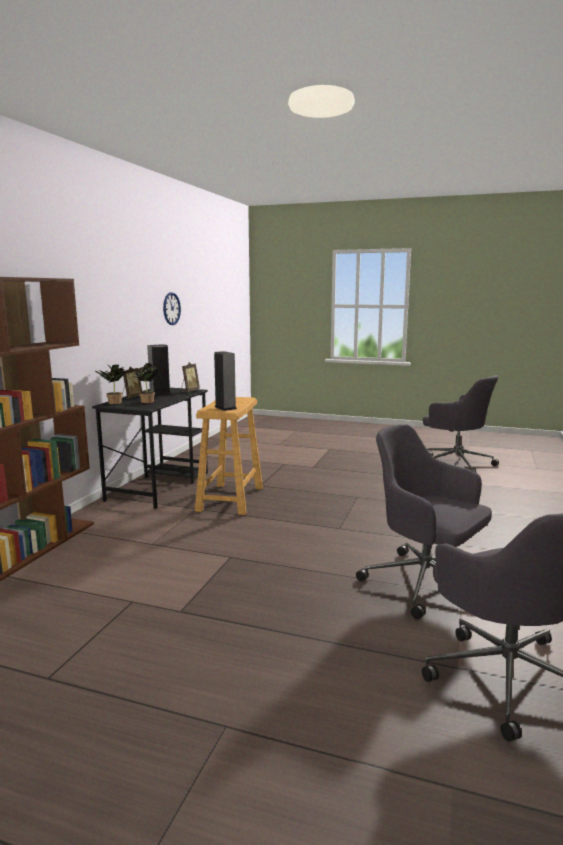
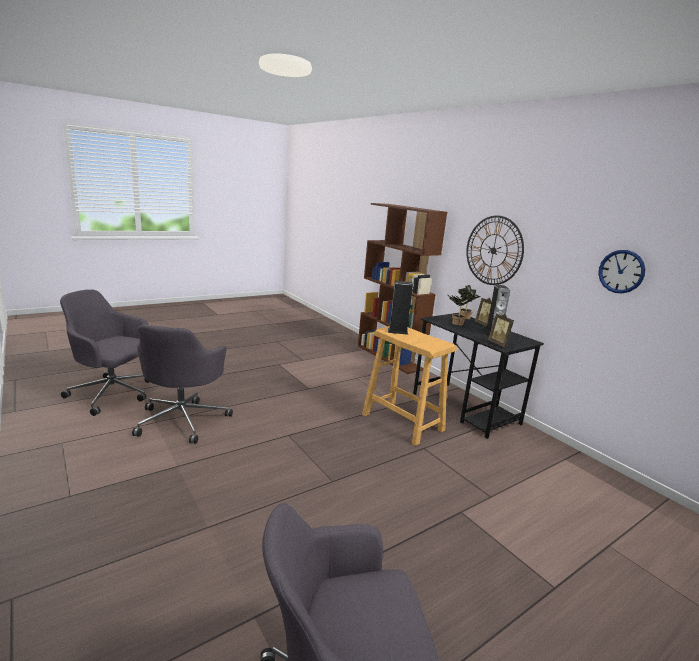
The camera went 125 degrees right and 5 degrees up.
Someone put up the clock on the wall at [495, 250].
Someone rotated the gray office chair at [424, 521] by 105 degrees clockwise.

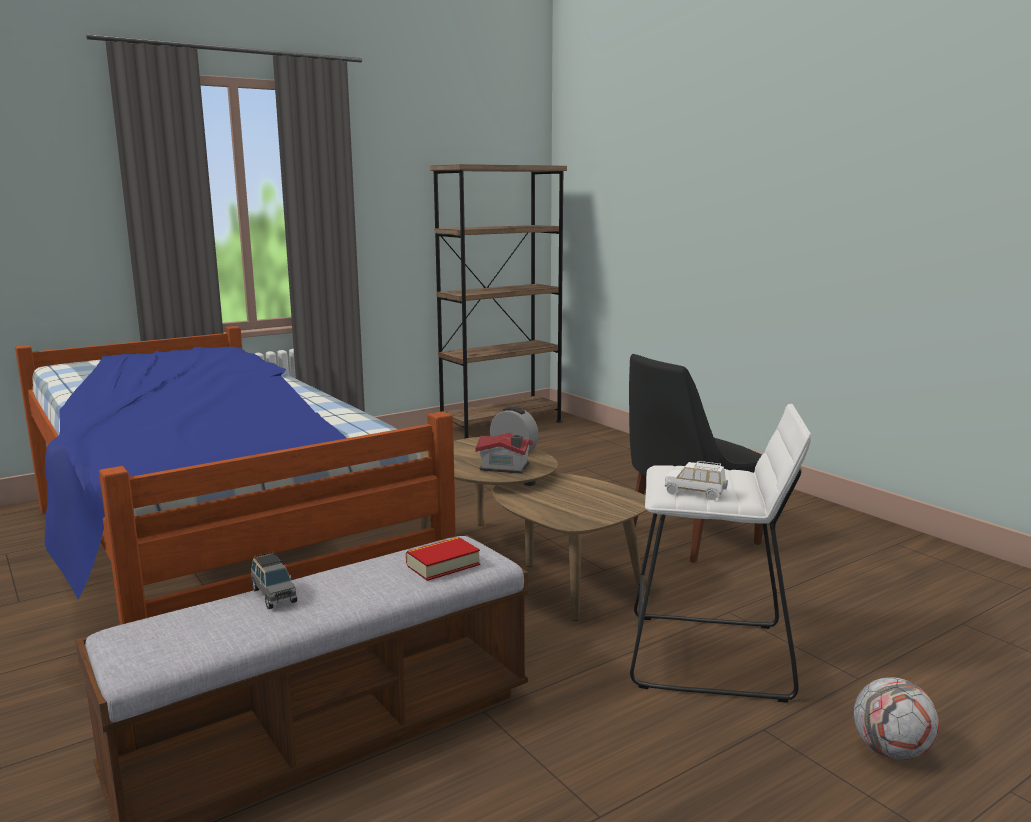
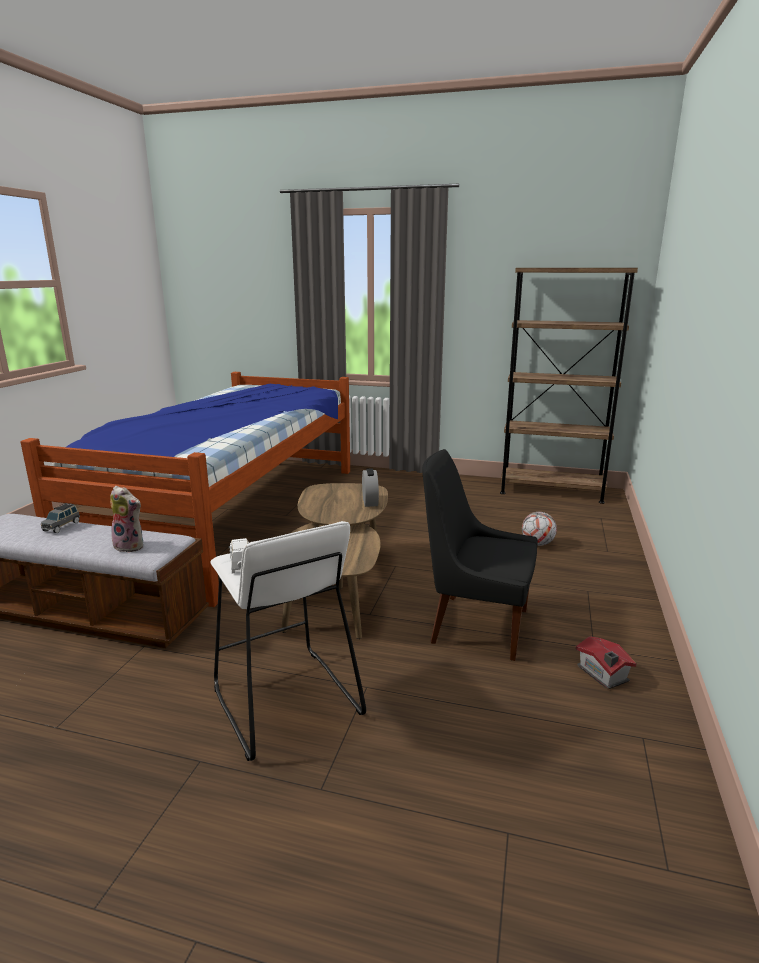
The camera went 50 degrees right and 5 degrees up.
Someone carried the miniature house from [504, 453] to [606, 663].
Someone carried the ball for football from [896, 718] to [539, 529].
Someone swapped the book at [443, 559] for the cuddly toy at [126, 519].

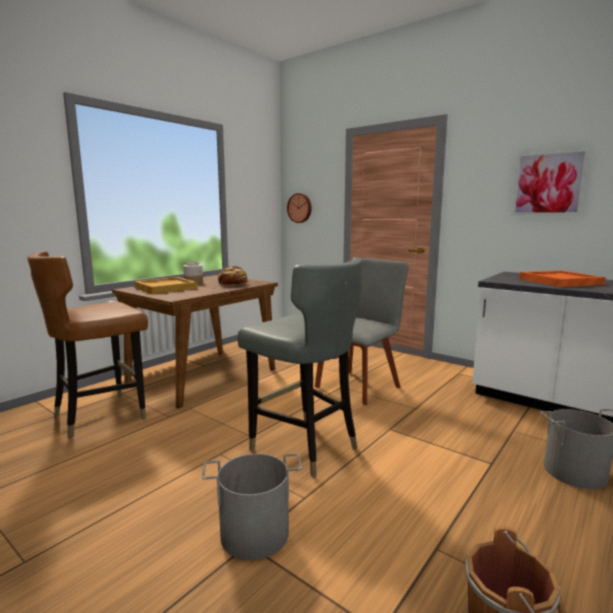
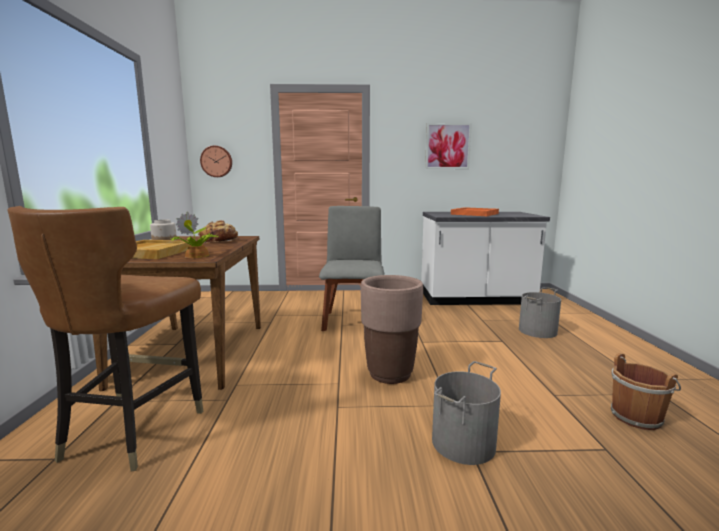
The camera went 40 degrees left and 0 degrees up.
Someone put down the plant in a pot at [194, 235].
Someone swapped the gray plain chair at [299, 367] for the brownish flower pot at [392, 329].

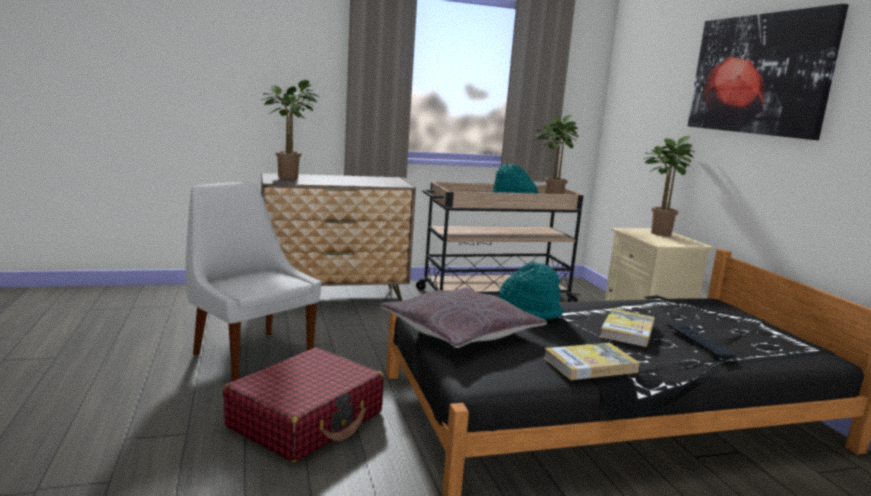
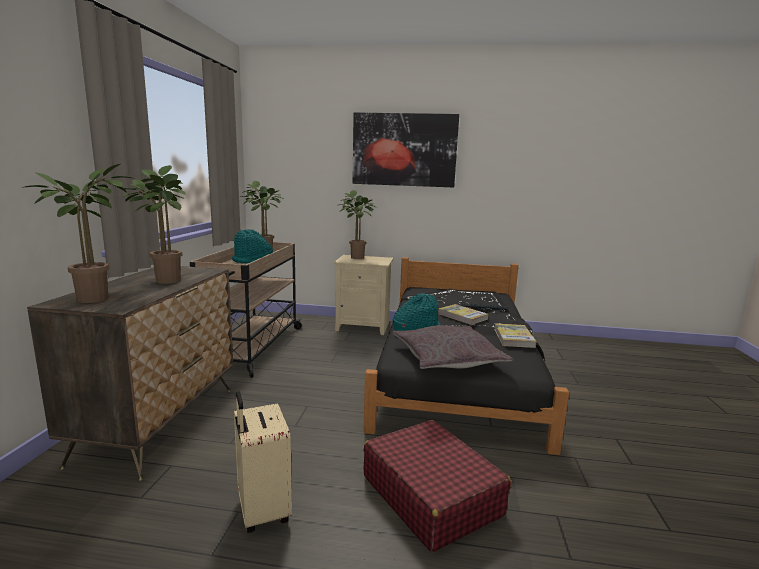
The camera went 65 degrees left and 0 degrees up.
Someone put down the plant in a pot at [154, 224].
Someone swapped the white plain chair at [253, 281] for the sand-coloured piece of luggage at [263, 462].

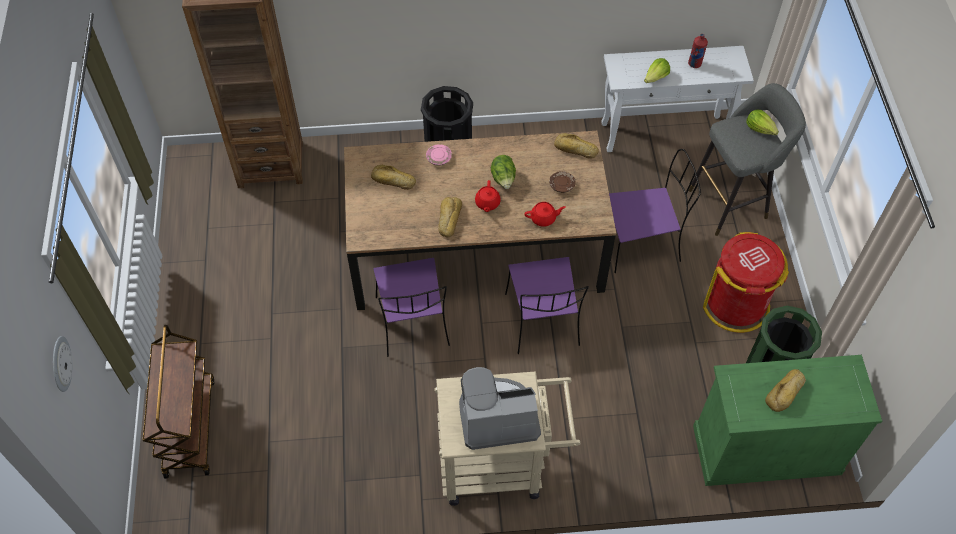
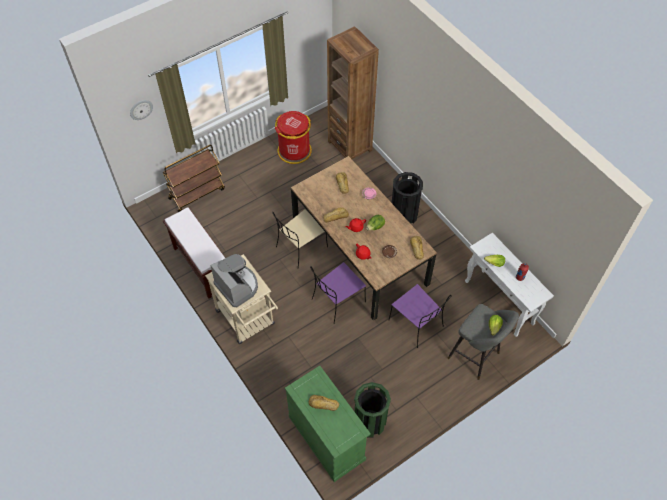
The camera went 60 degrees right and 0 degrees up.
Someone put down the brownish indoor bench at [194, 253].
Someone carried the red waste bin from [746, 282] to [293, 137].
Someone repainted the purplish plain chair at [411, 307], which became the sand-coloured plain chair at [300, 238].

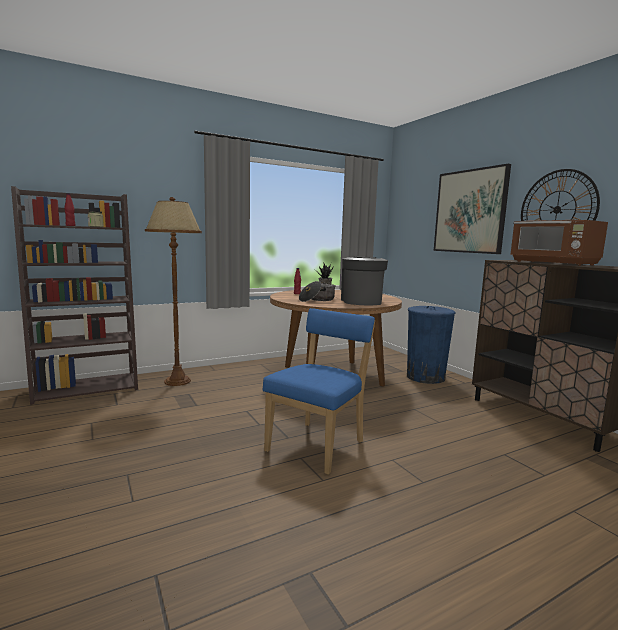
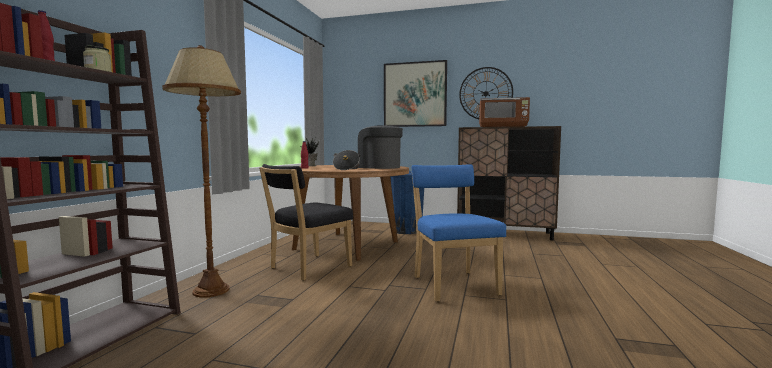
The camera went 45 degrees left and 5 degrees down.
Someone put down the black plain chair at [306, 222].

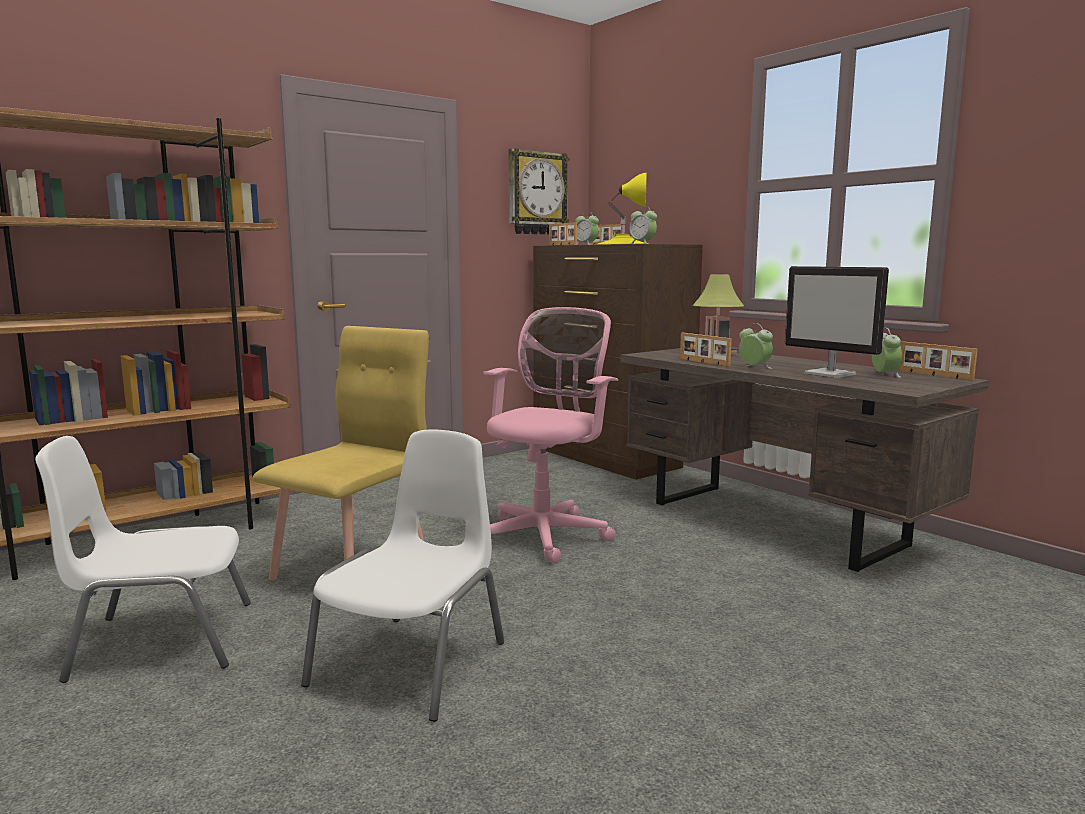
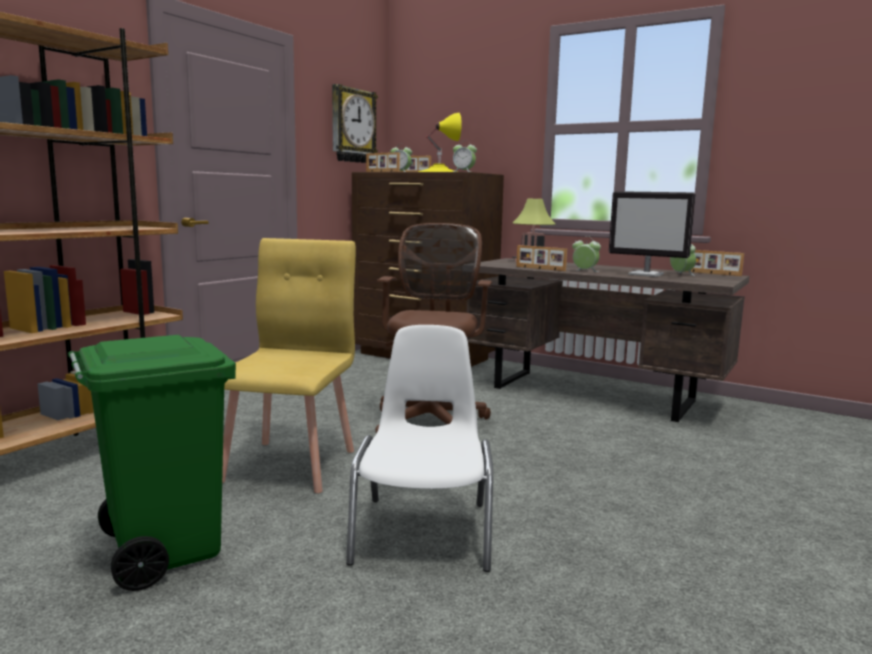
The camera went 20 degrees left and 0 degrees up.
Someone swapped the white plain chair at [143, 559] for the green-coloured waste bin at [152, 463].
Someone repainted the pink-coloured office chair at [551, 435], which became the brownish office chair at [434, 328].

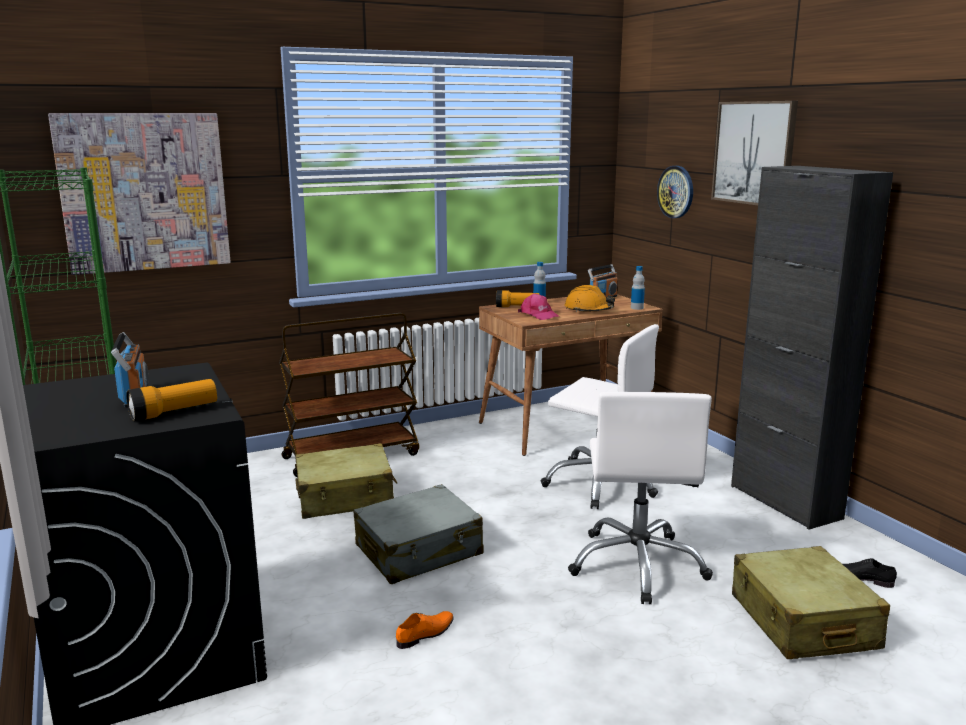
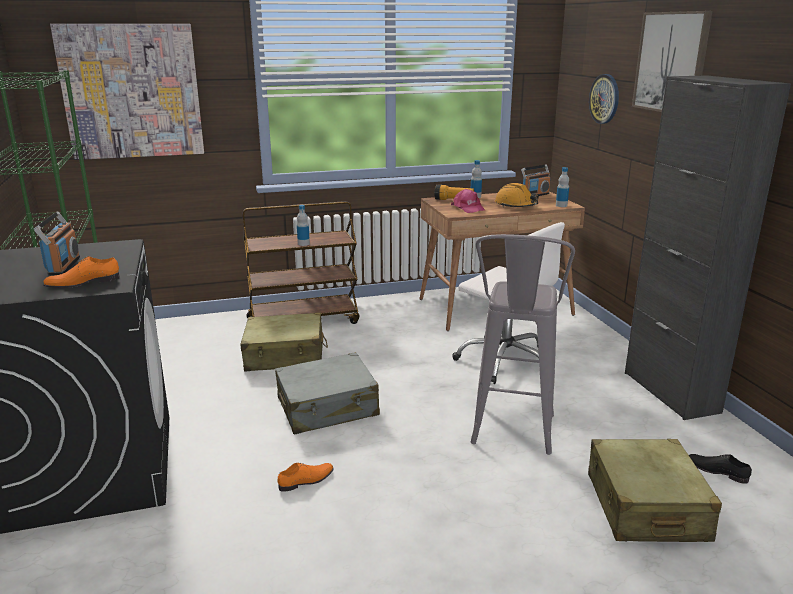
The camera went 10 degrees right and 5 degrees up.
Someone put down the bottle at [303, 225].
Someone swapped the hand torch at [171, 400] for the orange-coloured item of footwear at [81, 272].
Someone swapped the white office chair at [640, 498] for the gray stool seat at [523, 344].

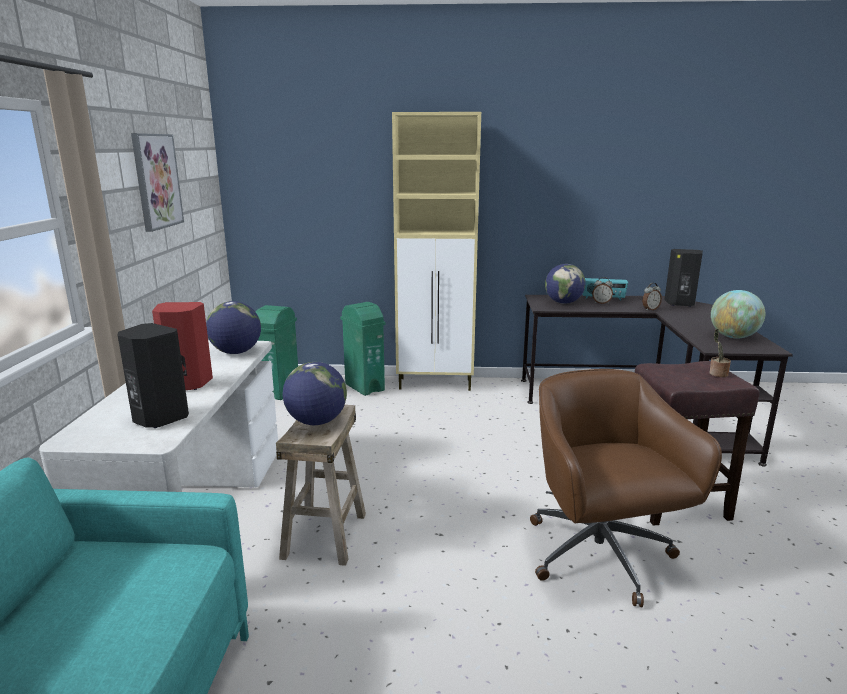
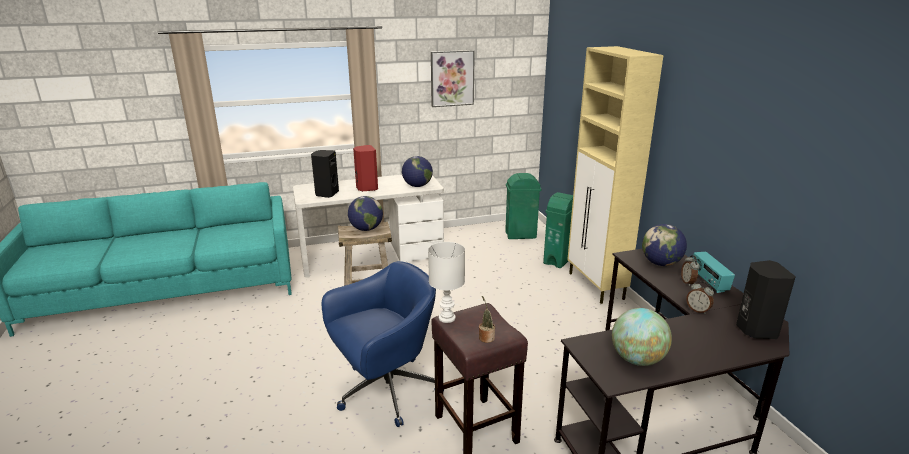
The camera went 70 degrees right and 5 degrees up.
Someone put down the white table lamp at [446, 282].
Someone repainted the brownish office chair at [626, 488], which became the blue office chair at [382, 344].

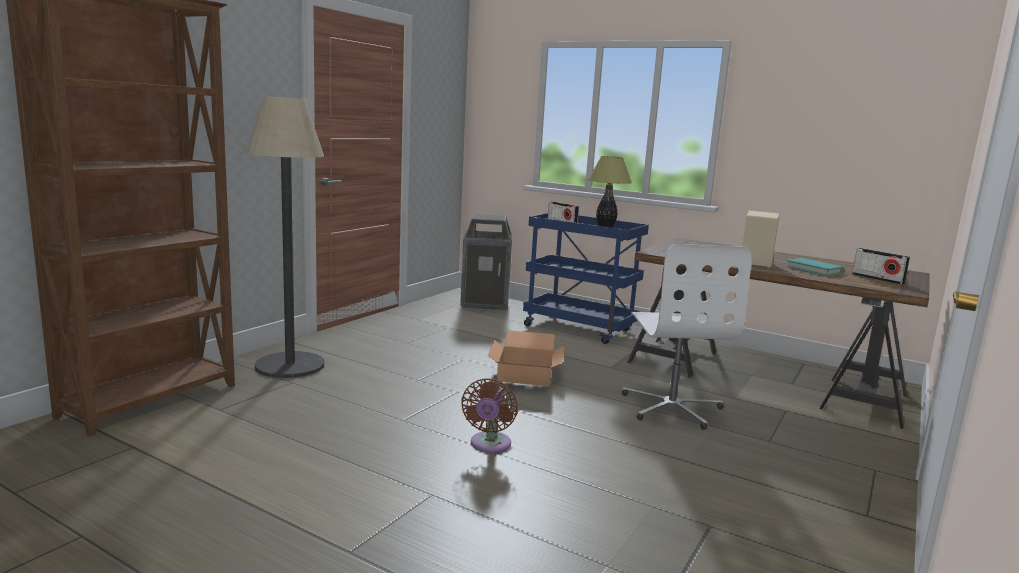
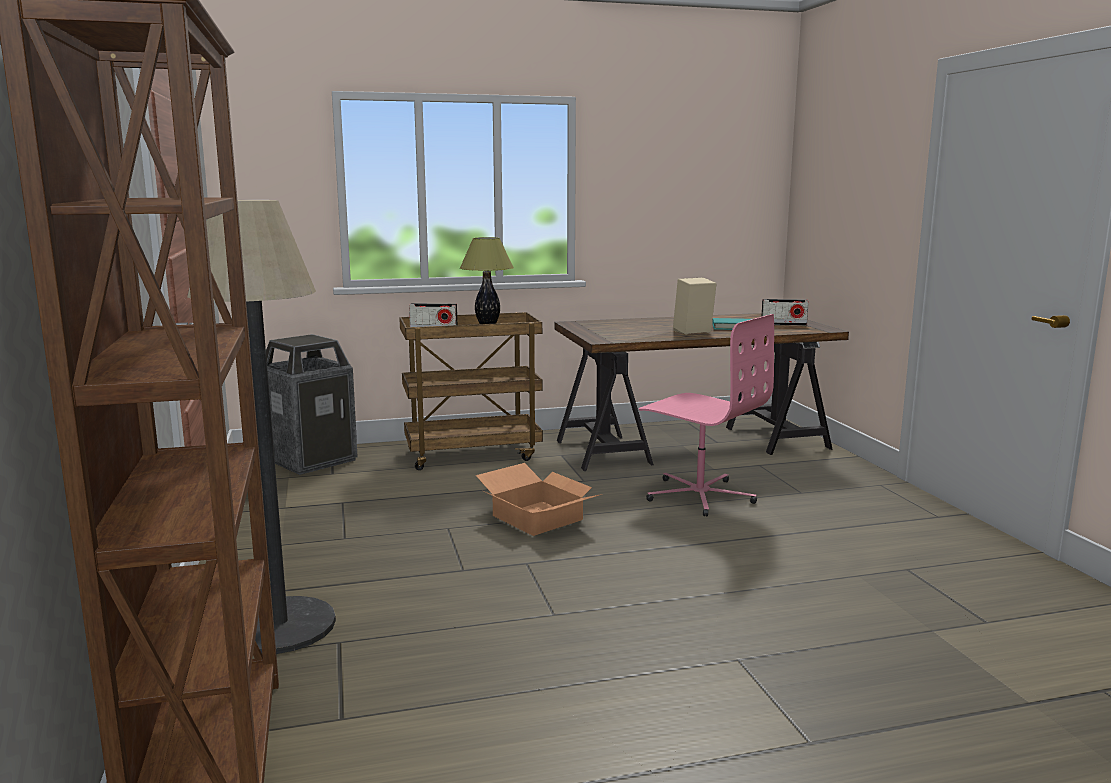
The camera went 45 degrees left and 0 degrees up.
Someone took away the brownish fan at [489, 415].
Someone repainted the blue trolley at [586, 278], which became the brownish trolley at [471, 391].
Someone repainted the white office chair at [687, 337], which became the pink-coloured office chair at [706, 415].

